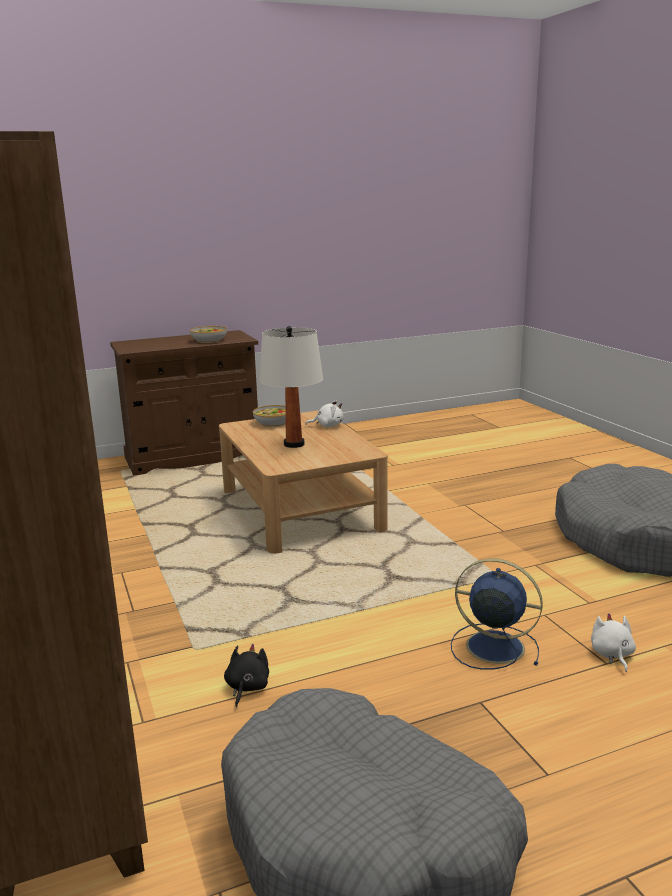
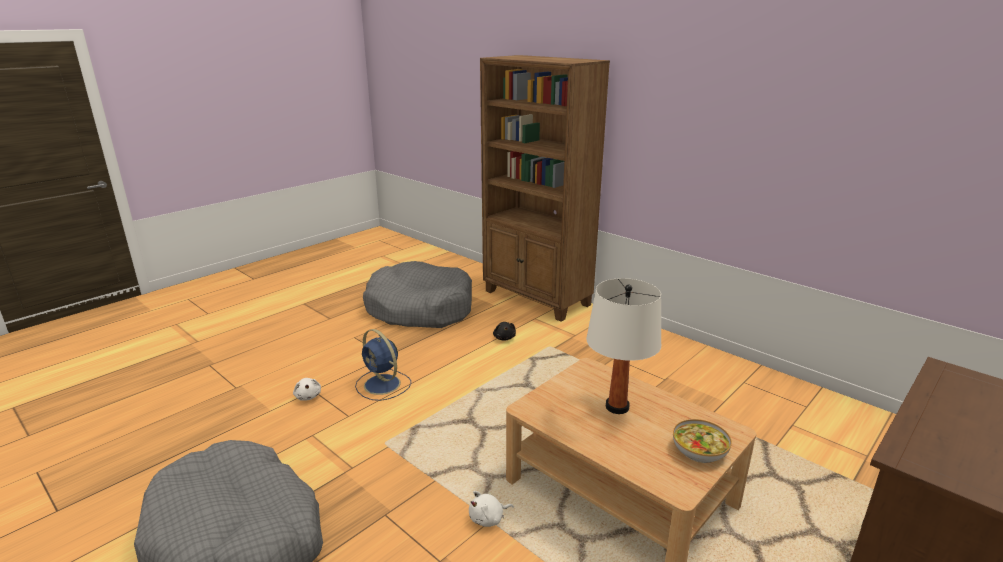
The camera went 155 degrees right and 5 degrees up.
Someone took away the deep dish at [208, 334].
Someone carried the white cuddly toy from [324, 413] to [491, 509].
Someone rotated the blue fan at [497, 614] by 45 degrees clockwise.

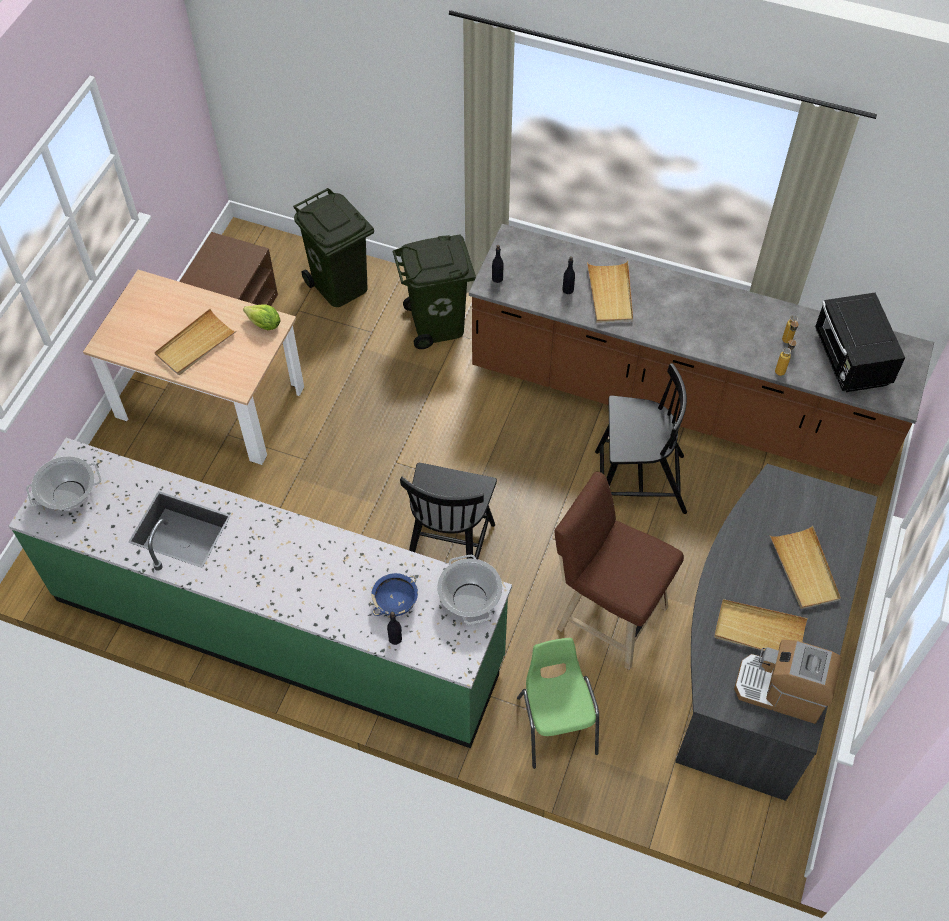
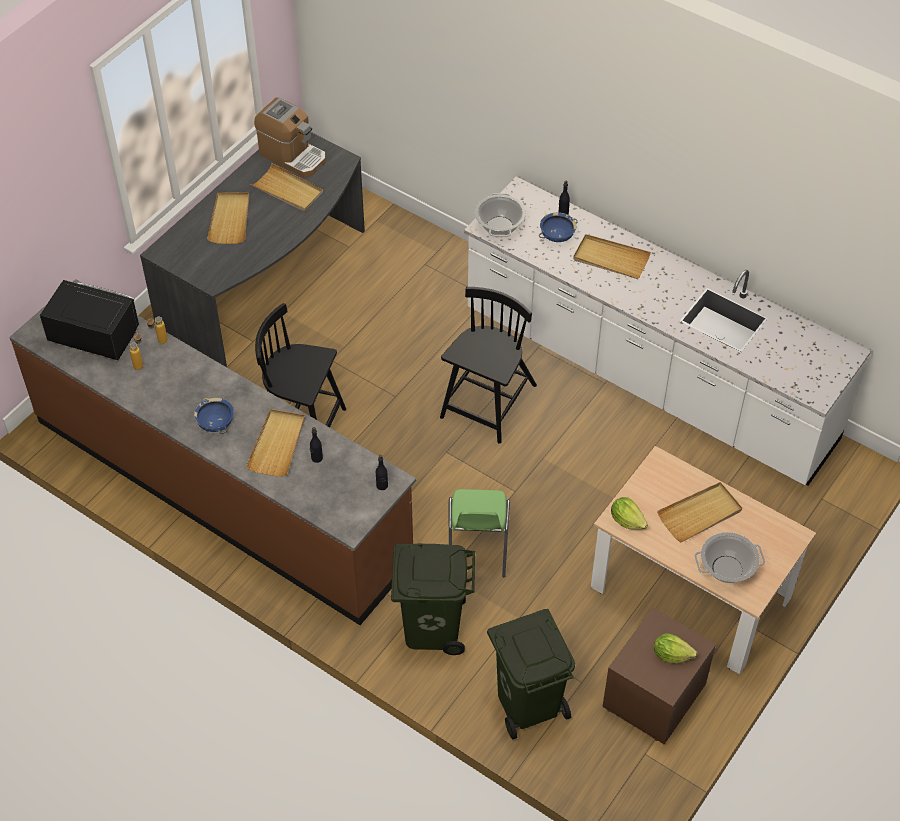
The camera went 165 degrees left and 5 degrees down.
Someone took away the brownish stool seat at [619, 571].
Someone put down the blue deep dish at [214, 416].
Someone put down the sand-coloured serving tray at [612, 256].
Someone put down the head of lettuce at [675, 648].
Someone carried the saucepot from [63, 483] to [730, 557].
Someone carried the green-coloured plain chair from [558, 703] to [479, 533].
Someone repainted the green-coloured kitchen counter at [260, 593], which became the white kitchen counter at [667, 331].
Someone rotated the black microwave at [860, 342] by 75 degrees counterclockwise.

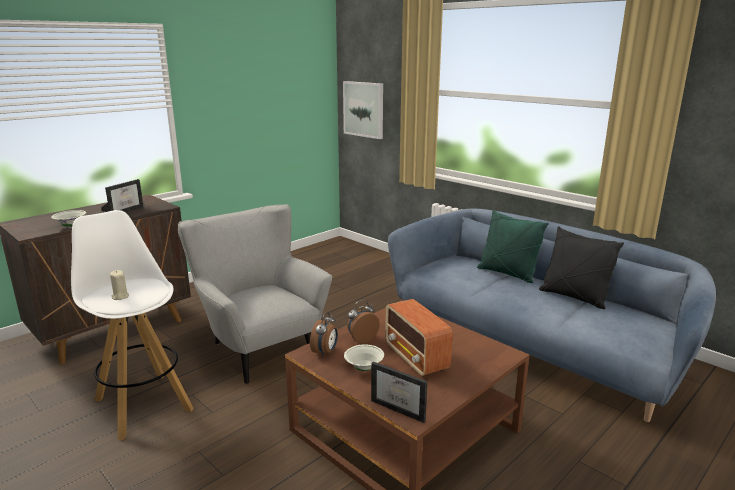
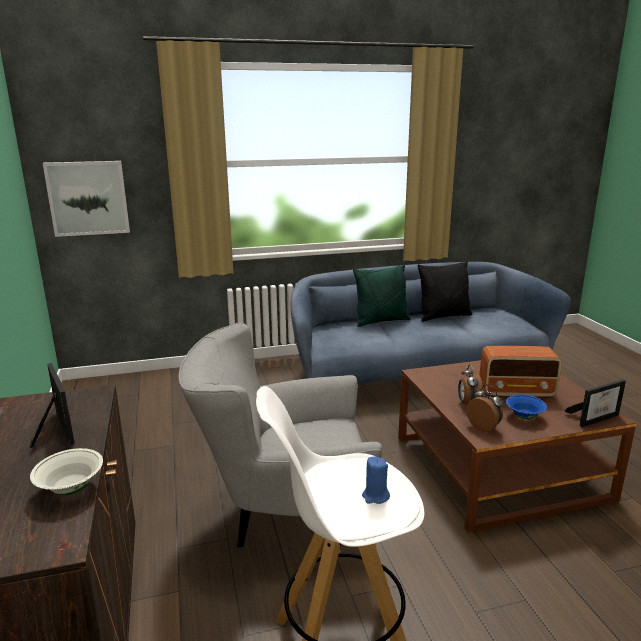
The camera went 60 degrees left and 0 degrees up.
Someone repainted the sand-coloured wax candle at [119, 285], which became the blue wax candle at [376, 480].
Someone repainted the white deep dish at [364, 357], which became the blue deep dish at [526, 406].

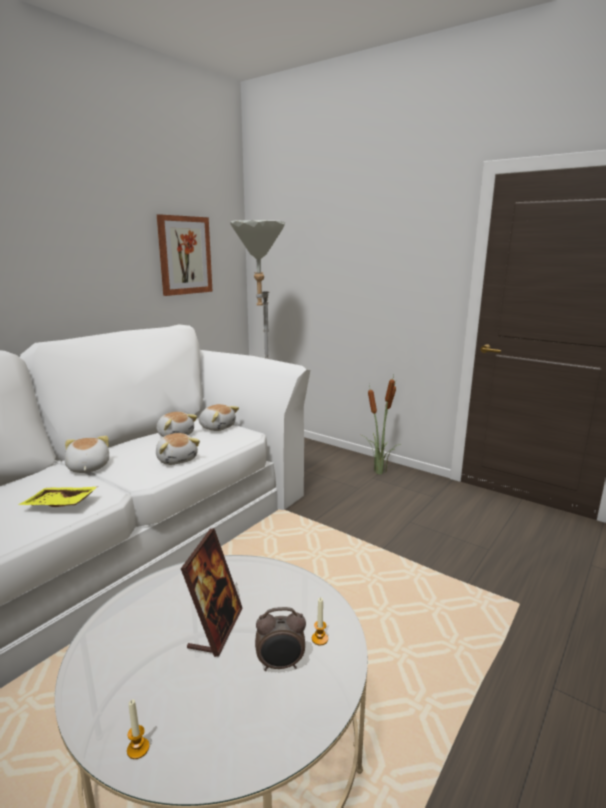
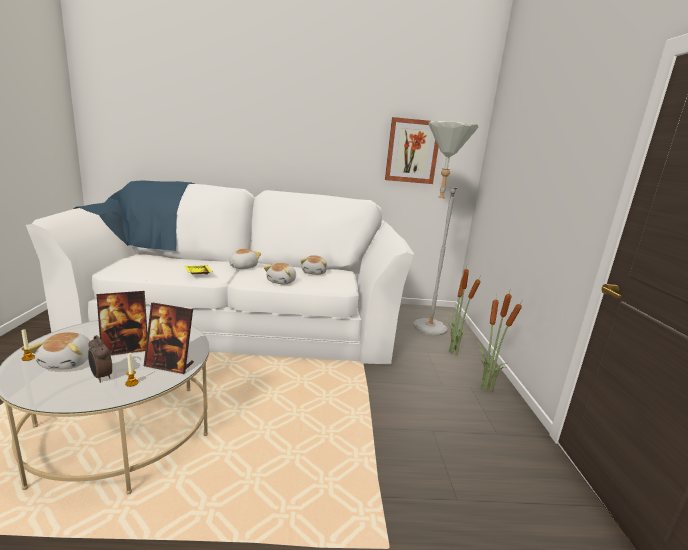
The camera went 50 degrees right and 0 degrees up.
Someone put down the picture frame at [169, 338].
Someone put down the plant in a pot at [461, 311].
Someone carried the cuddly toy from [219, 417] to [59, 350].

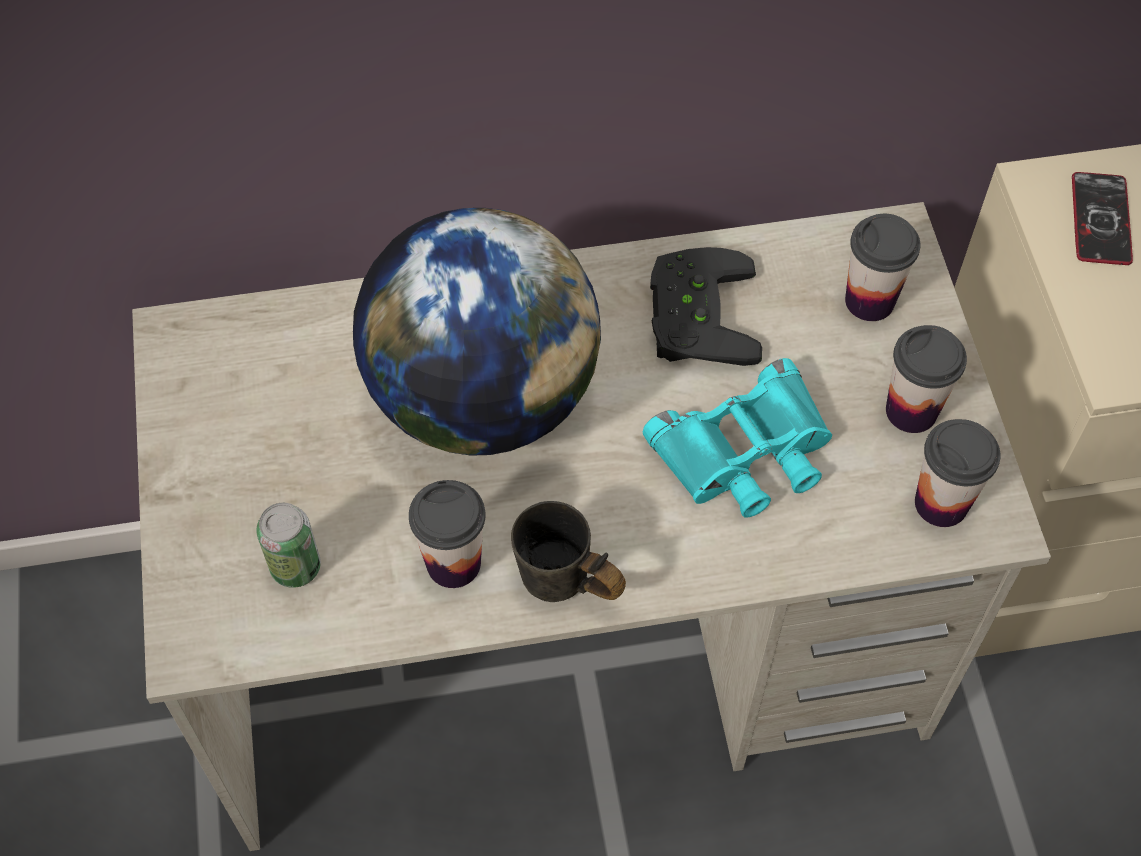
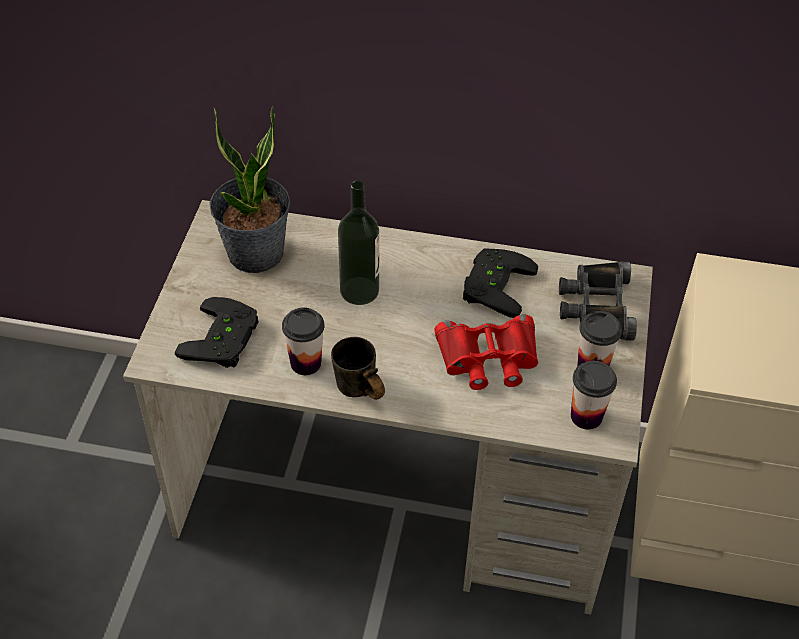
The camera went 20 degrees right and 10 degrees down.
Someone took away the handset at [1102, 218].
Someone put down the plant in a pot at [250, 189].
Someone swapped the can at [288, 545] for the black joypad at [217, 332].
Someone swapped the world globe at [477, 332] for the bottle at [358, 242].
Someone swapped the drinking cup at [883, 267] for the black pair of binoculars at [598, 301].
Someone repainted the blue-green pair of binoculars at [737, 438], which became the red pair of binoculars at [486, 352].

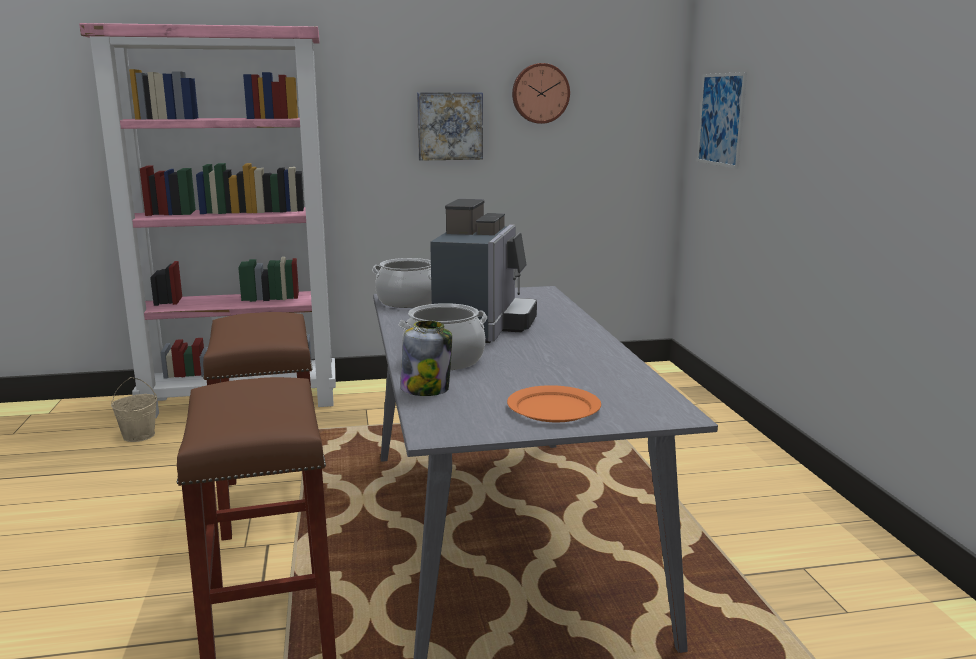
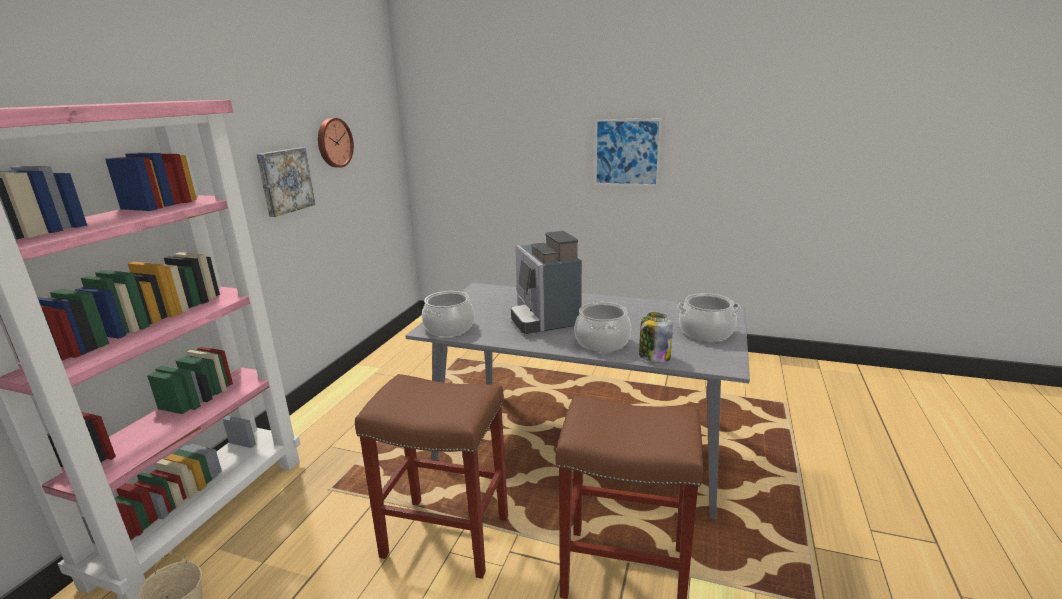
The camera went 60 degrees left and 5 degrees up.
Someone carried the picture from [722, 120] to [628, 153].
Someone swapped the orange-coloured plate at [554, 403] for the saucepot at [709, 317].
Someone rotated the coffee machine at [483, 271] by 150 degrees counterclockwise.

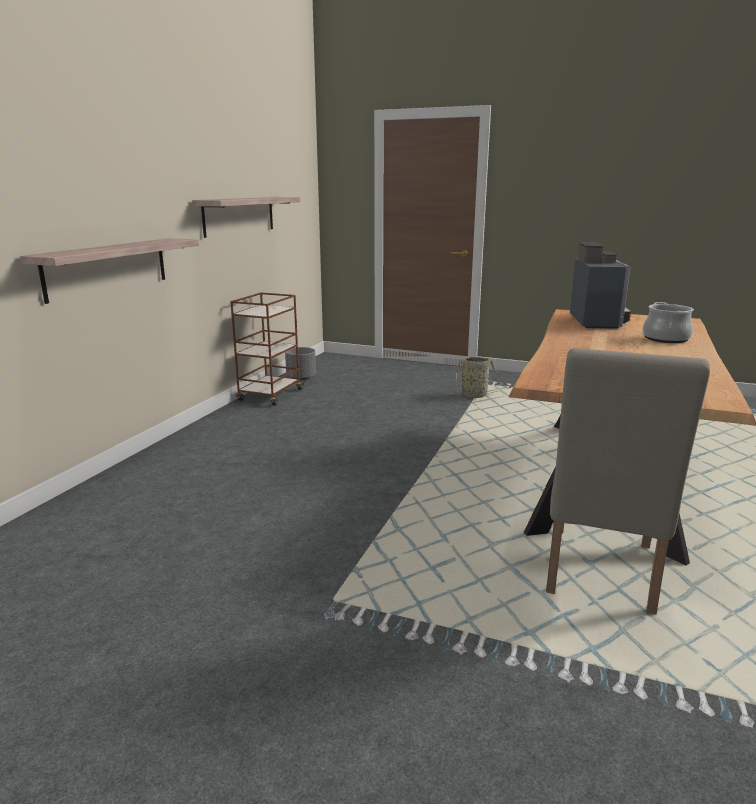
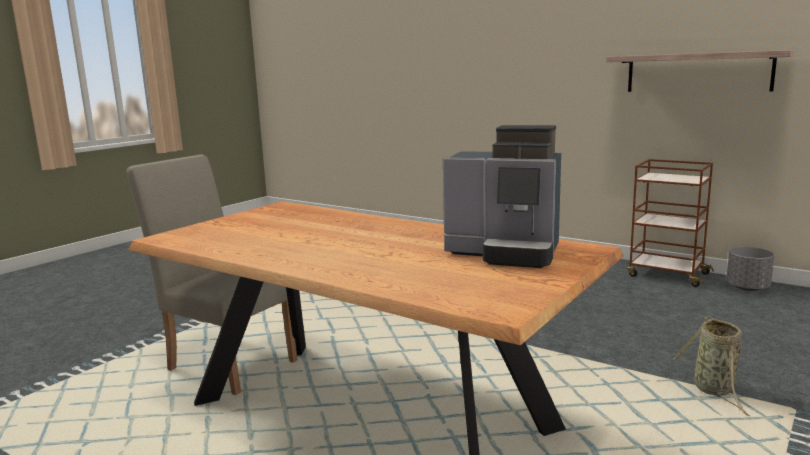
The camera went 105 degrees right and 5 degrees down.
Someone took away the bracket shelf at [109, 271].
Someone took away the saucepot at [668, 322].

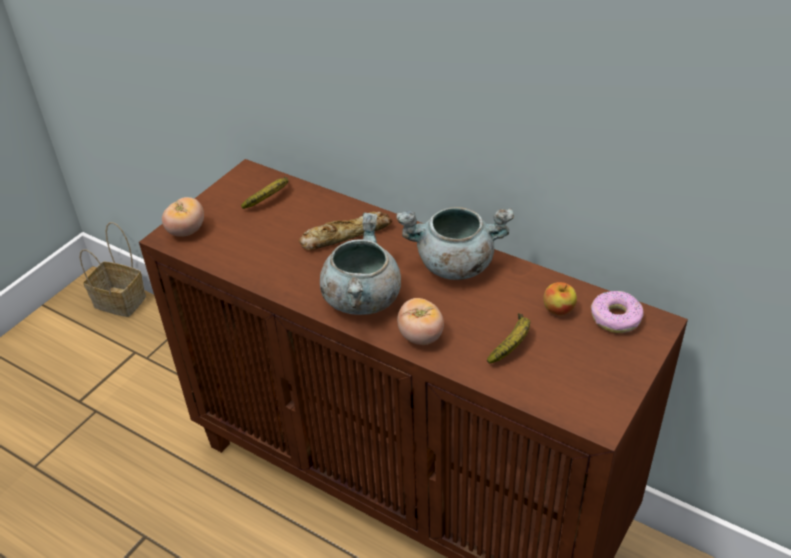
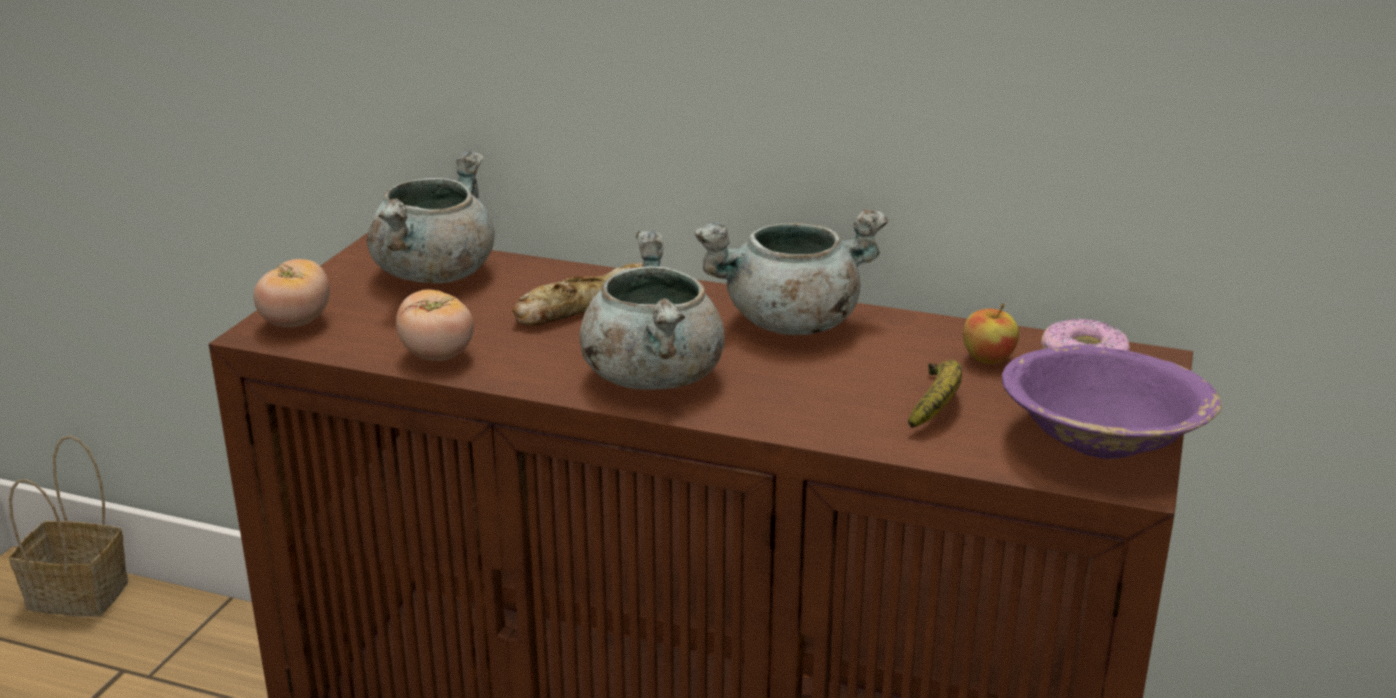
The camera went 15 degrees left and 15 degrees down.
Someone put down the purplish deep dish at [1112, 402].
Someone carried the tomato from [420, 321] to [435, 325].
Someone swapped the whole banana at [264, 192] for the gray saucepot at [430, 216].

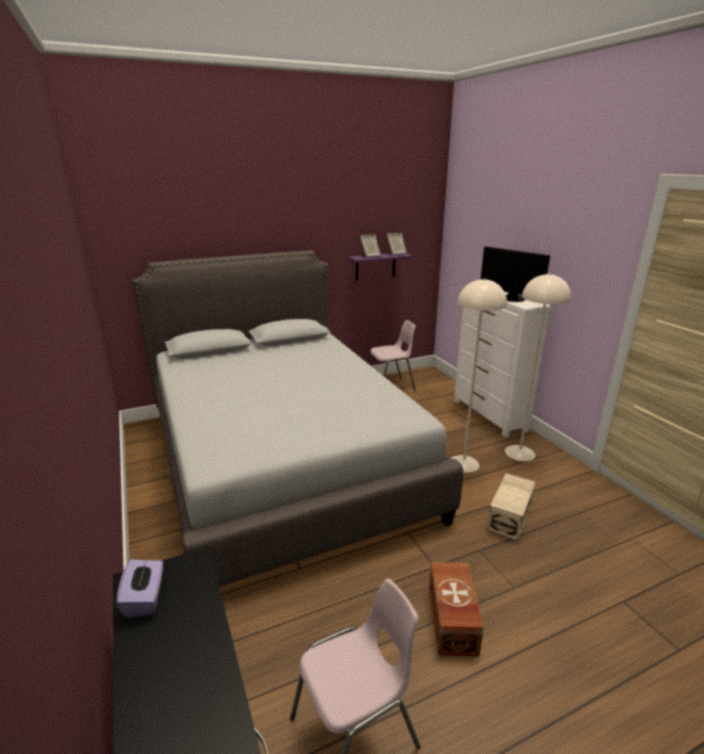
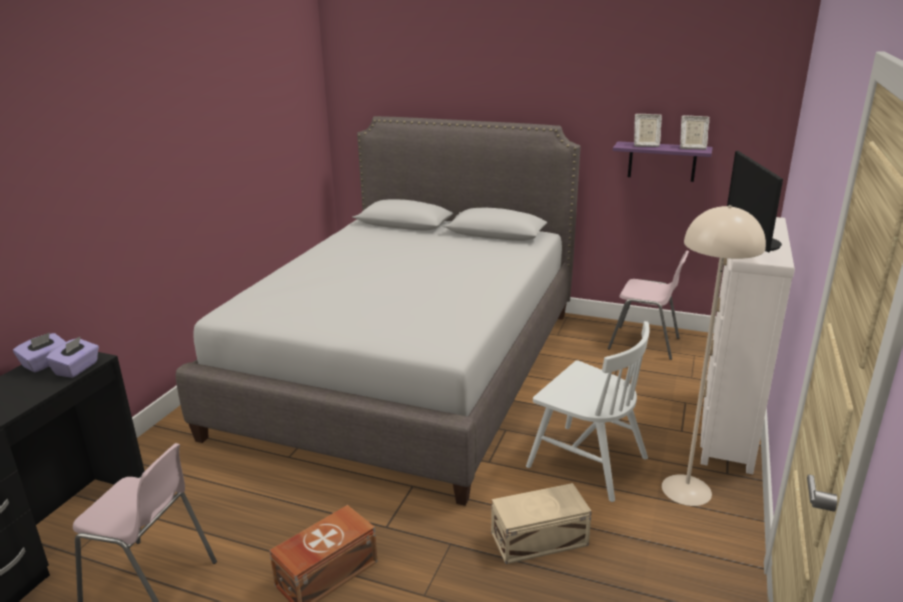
The camera went 45 degrees right and 0 degrees up.
Someone put down the purplish tissue holder at [72, 357].
Someone swapped the sand-coloured standard lamp at [478, 375] for the white plain chair at [588, 411].

